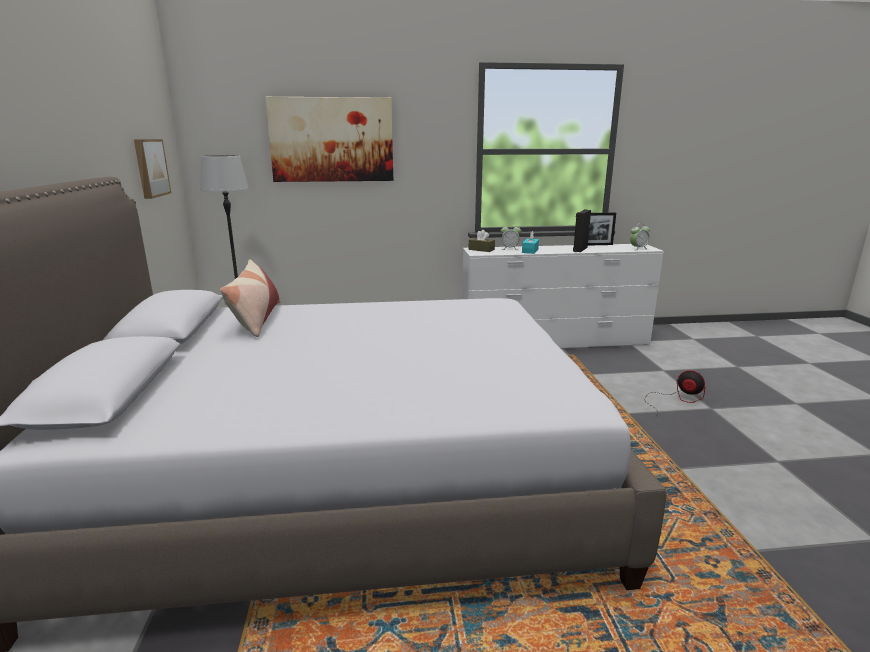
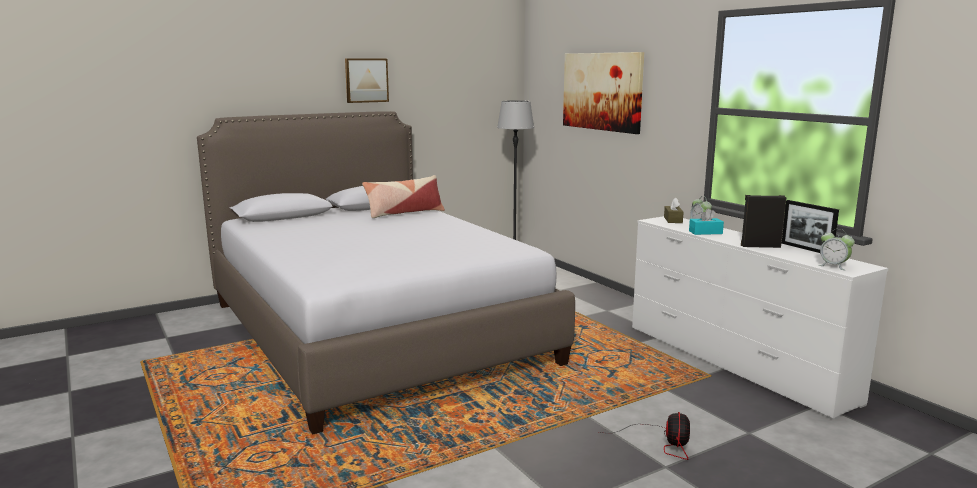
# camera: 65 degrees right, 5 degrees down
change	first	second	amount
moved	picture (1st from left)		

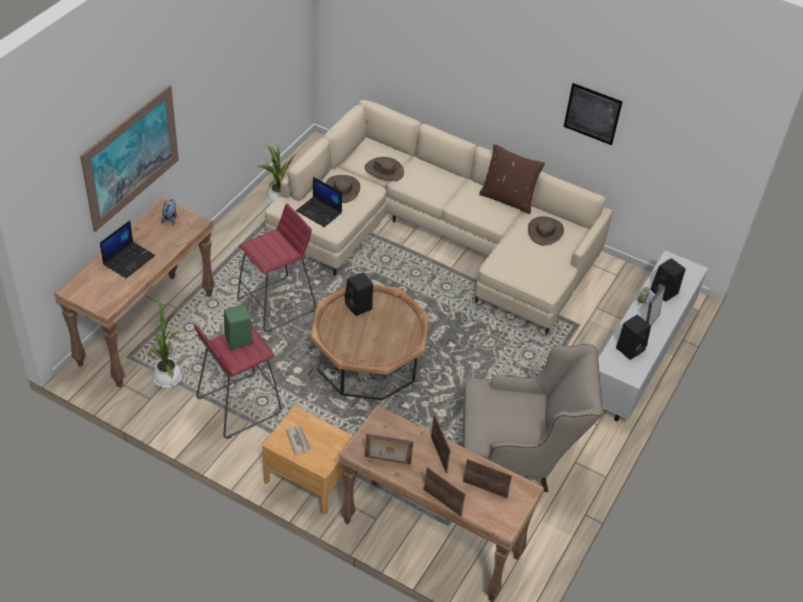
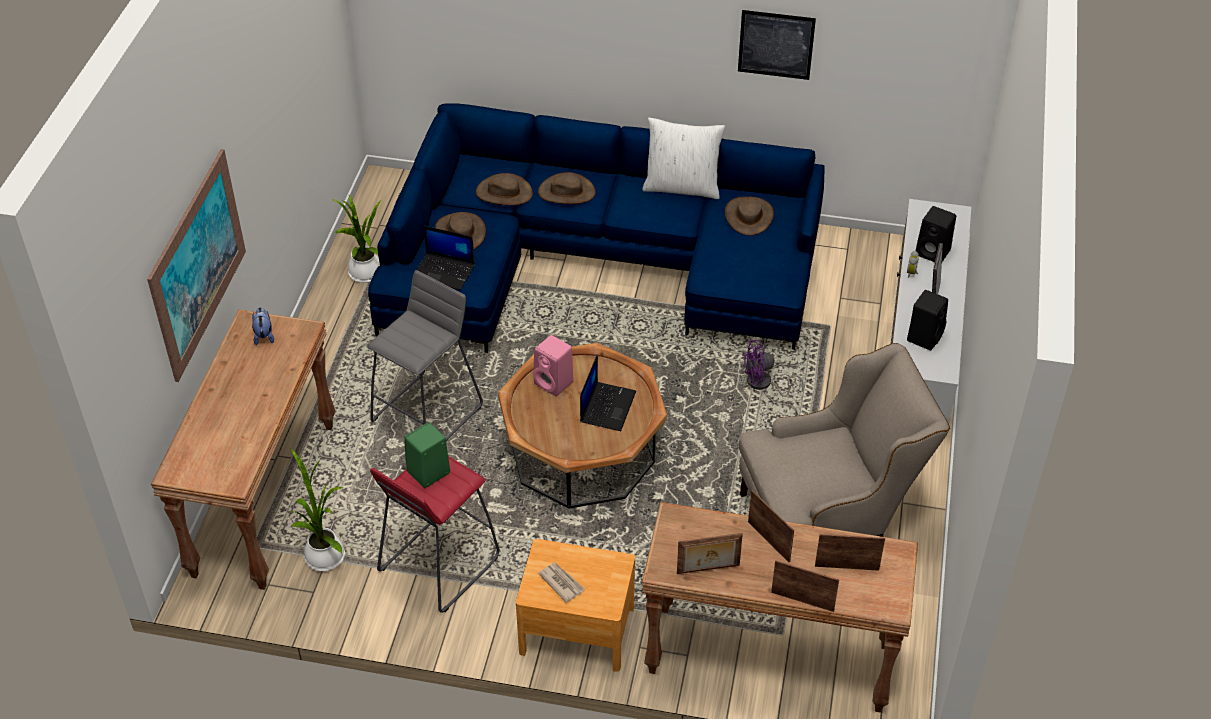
# camera: 15 degrees left, 0 degrees up
change	first	second	amount
recoloured	beige-coloured sofa	blue sofa	
recoloured	brown throw pillow	whitish throw pillow	
recoloured	red-coloured stool (2nd from left)	greyish stool	
moved	portable computer (1st from left in the first image)	portable computer (2nd from left)	
recoloured	black-coloured loudspeaker (1st from left)	pink loudspeaker	
added		brown hat (3rd from left)	
added		purple-coloured fan	

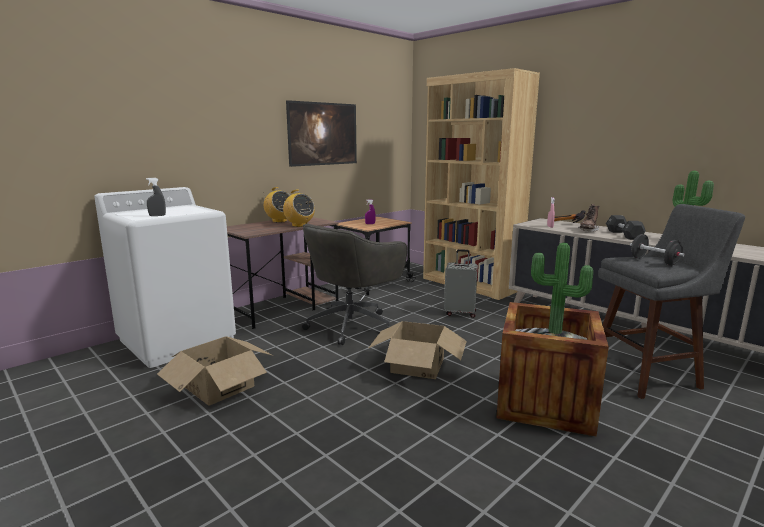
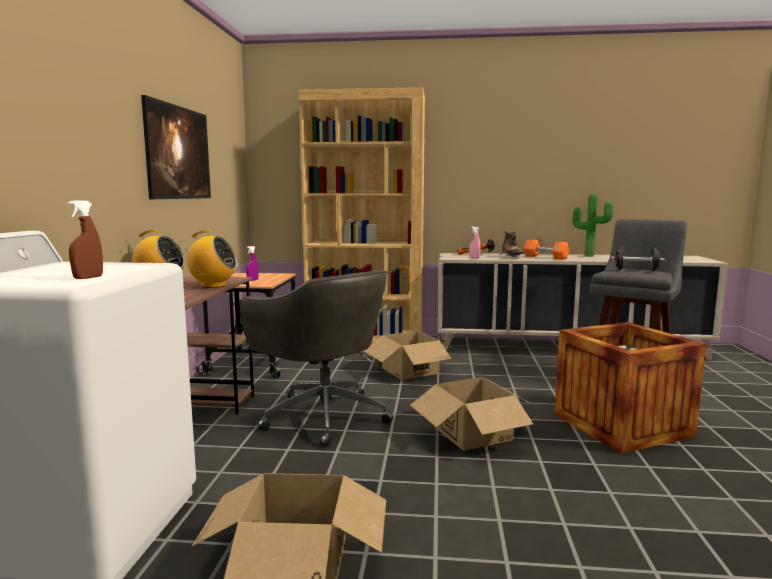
# camera: 40 degrees left, 5 degrees down
change	first	second	amount
recoloured	greyish hand sprayer	brown hand sprayer	
recoloured	black-coloured dumbbell (1st from left)	orange dumbbell	
turned	greyish desk chair		45 degrees counterclockwise
removed	plant in a pot (1st from left)		
replaced	greyish piece of luggage	carton (2nd from left)	

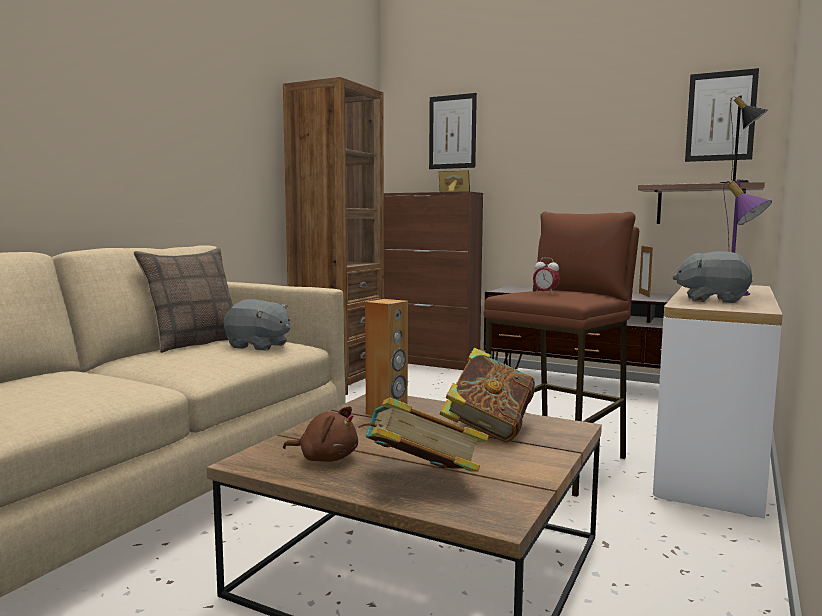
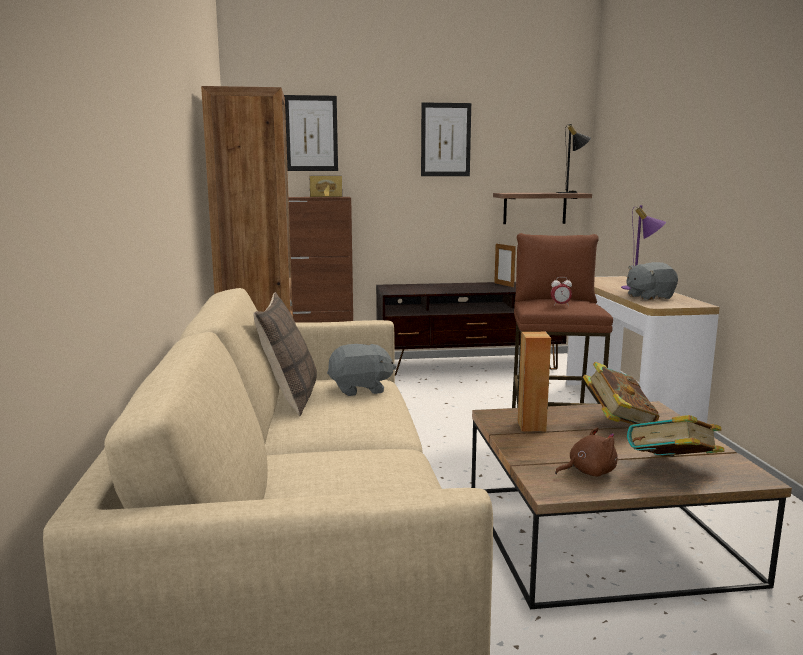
# camera: 35 degrees left, 5 degrees up
change	first	second	amount
moved	picture (2nd from left)		

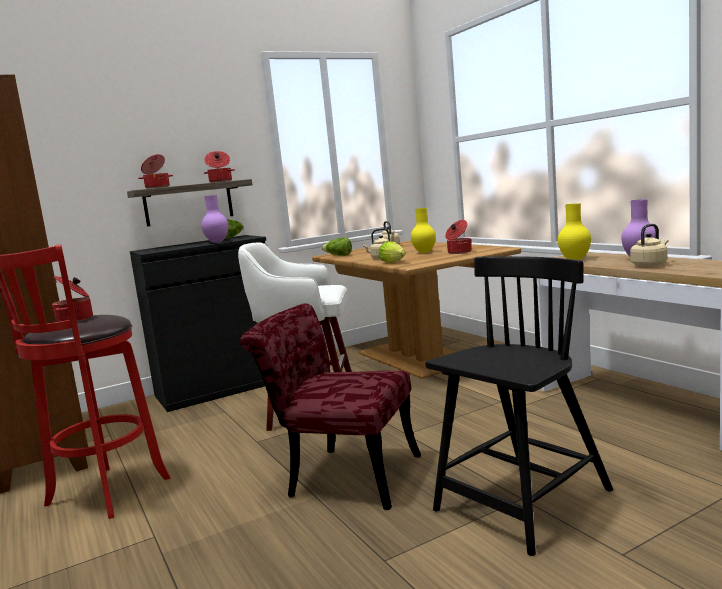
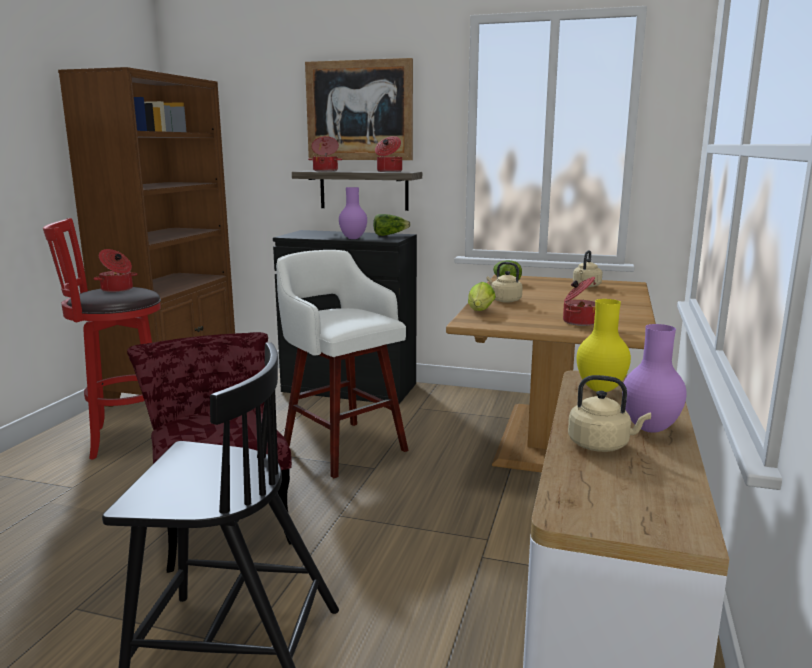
# camera: 45 degrees right, 5 degrees up
change	first	second	amount
removed	yellow decorative vase (1st from left)		
added		picture	

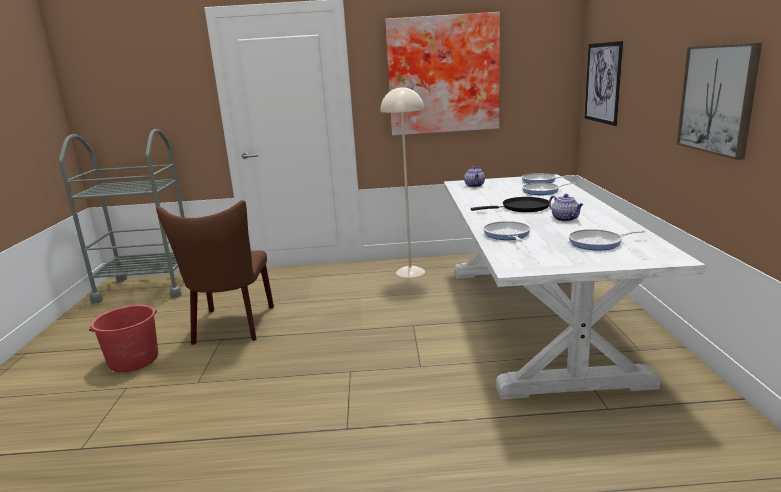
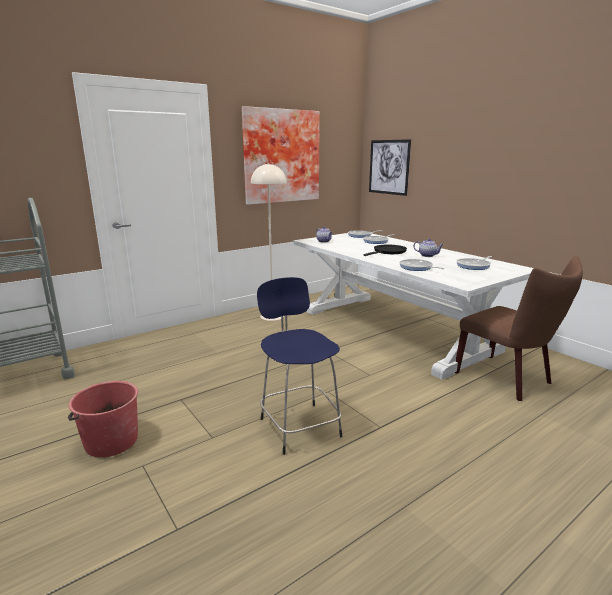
# camera: 35 degrees left, 0 degrees up
change	first	second	amount
removed	picture (3rd from left)		
moved	brown chair		
added		blue stool	

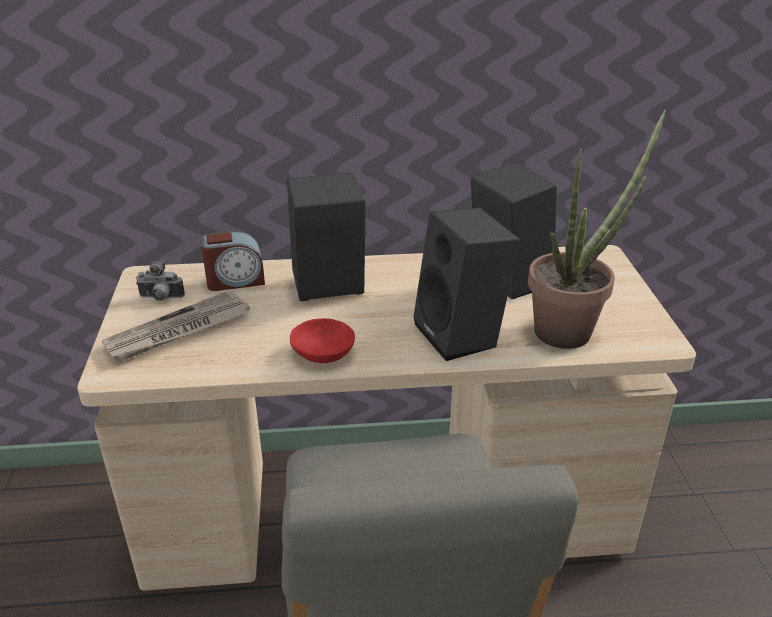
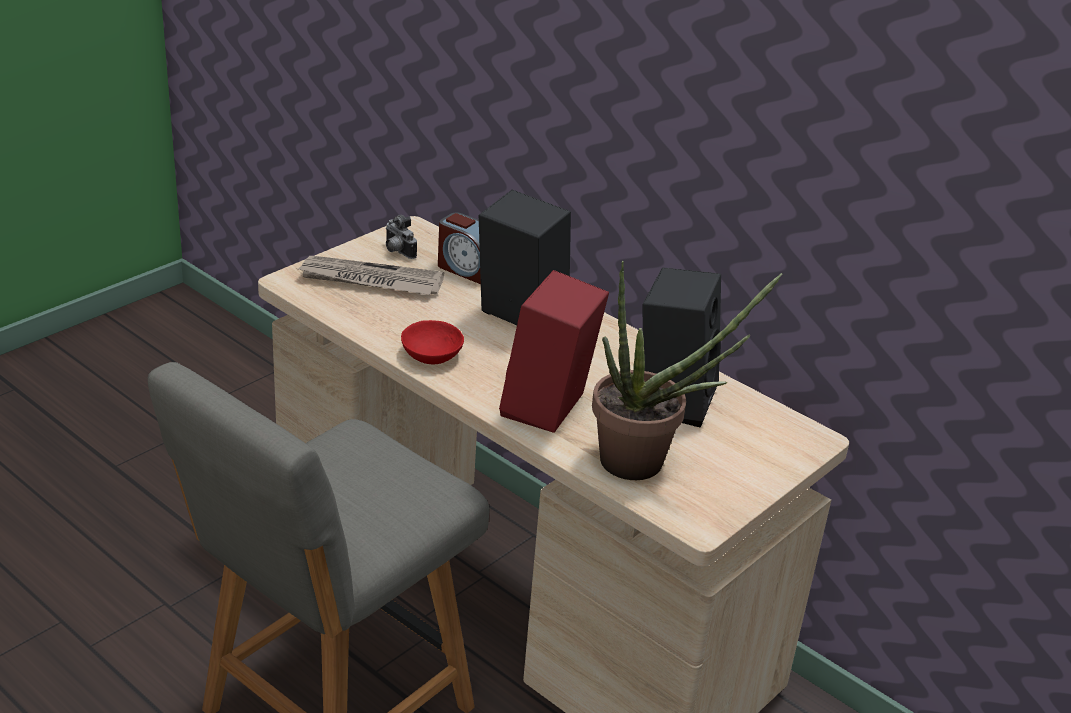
# camera: 45 degrees right, 0 degrees up
change	first	second	amount
recoloured	black-coloured loudspeaker (2nd from left)	red-coloured loudspeaker	

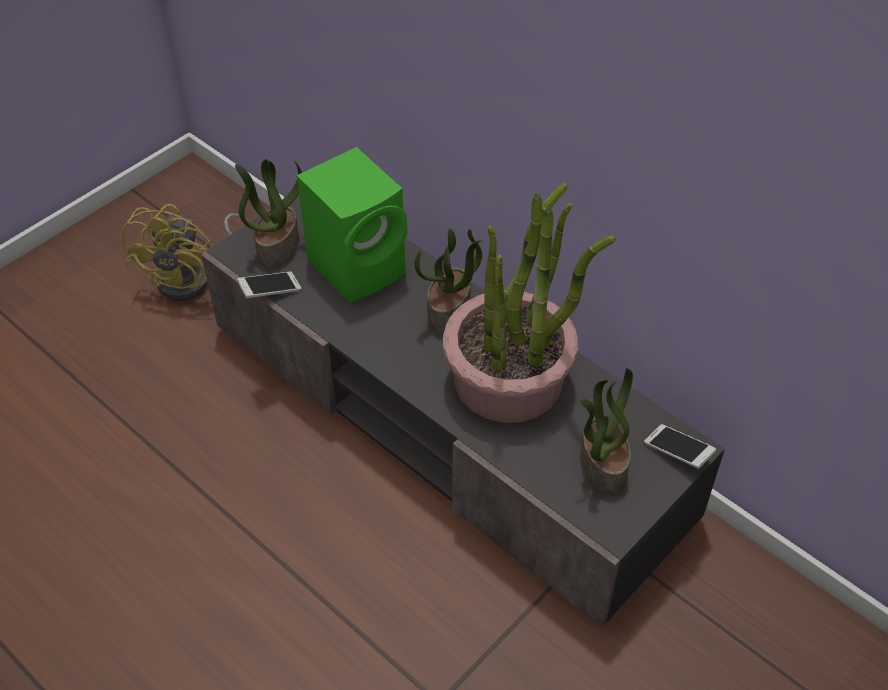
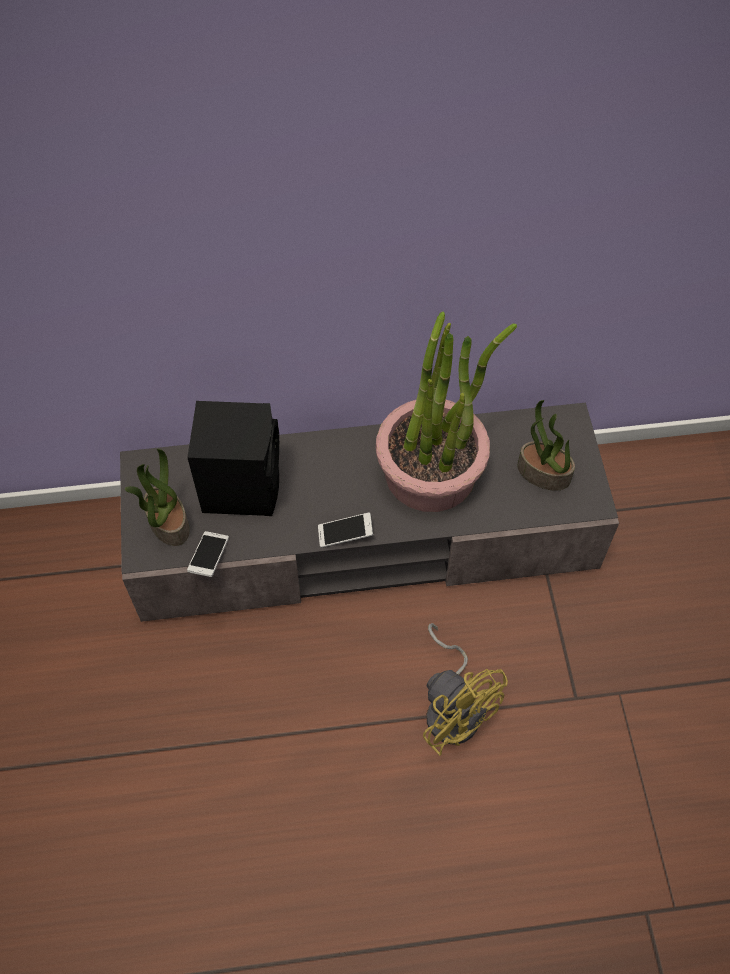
# camera: 50 degrees left, 10 degrees up
change	first	second	amount
recoloured	green-coloured loudspeaker	black-coloured loudspeaker	
moved	yellow fan		
removed	plant in a pot (2nd from left)		
moved	phone (2nd from left)		

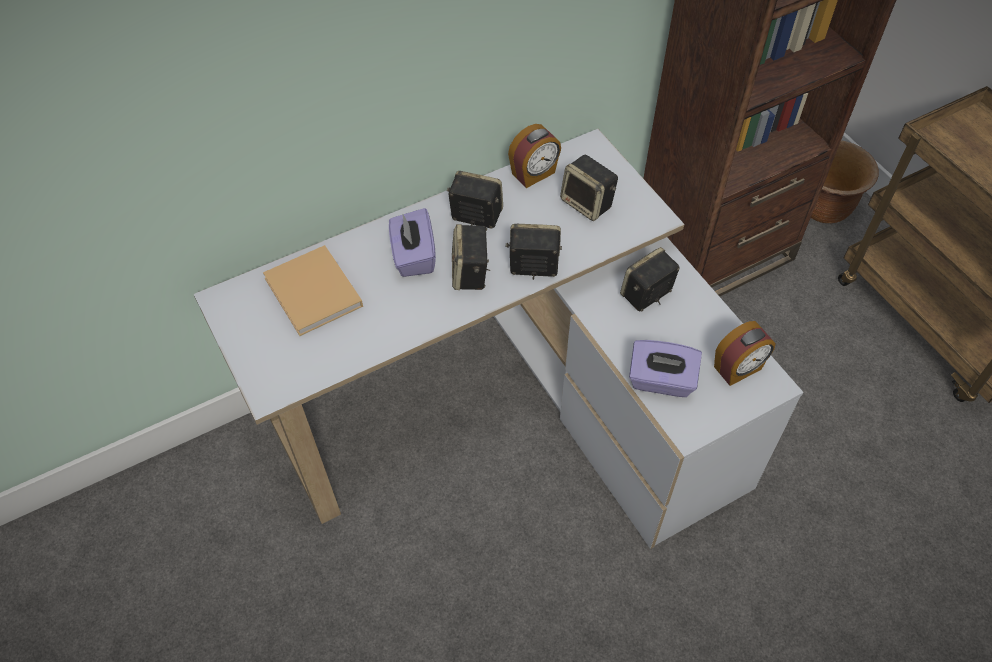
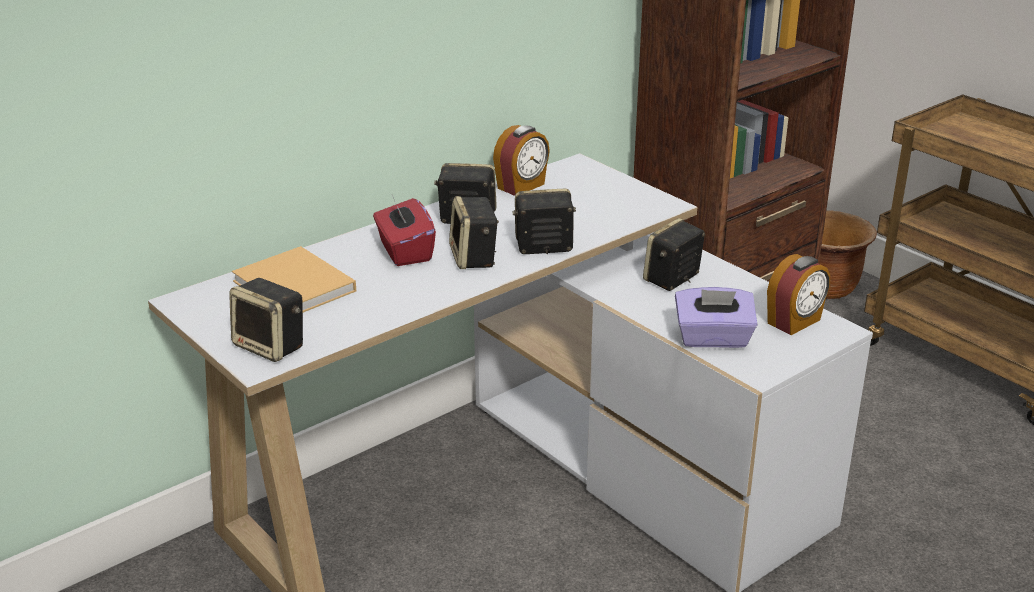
# camera: 10 degrees left, 25 degrees down
change	first	second	amount
moved	loudspeaker (4th from left in the first image)	loudspeaker (1st from left)	
recoloured	purple-coloured box of tissues (1st from left)	red-coloured box of tissues	

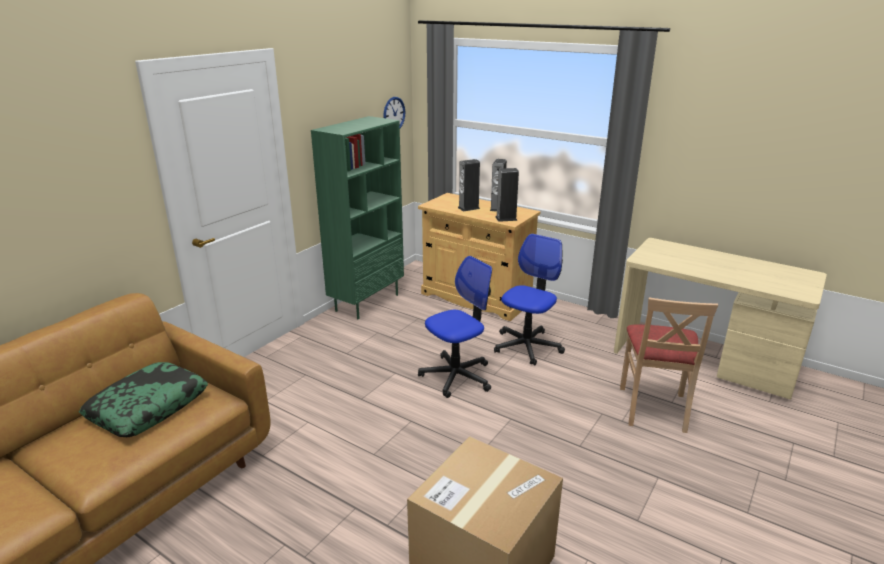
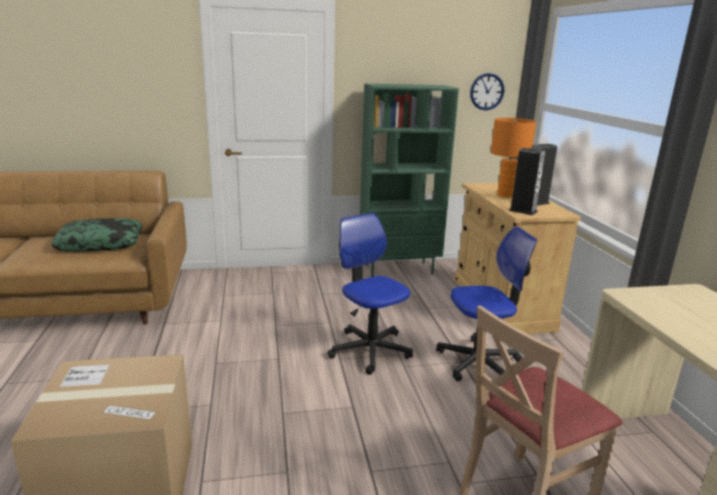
# camera: 45 degrees right, 5 degrees down
change	first	second	amount
replaced	loudspeaker (1st from left)	orange lamp for a table	
turned	desk chair (1st from left)		135 degrees counterclockwise

